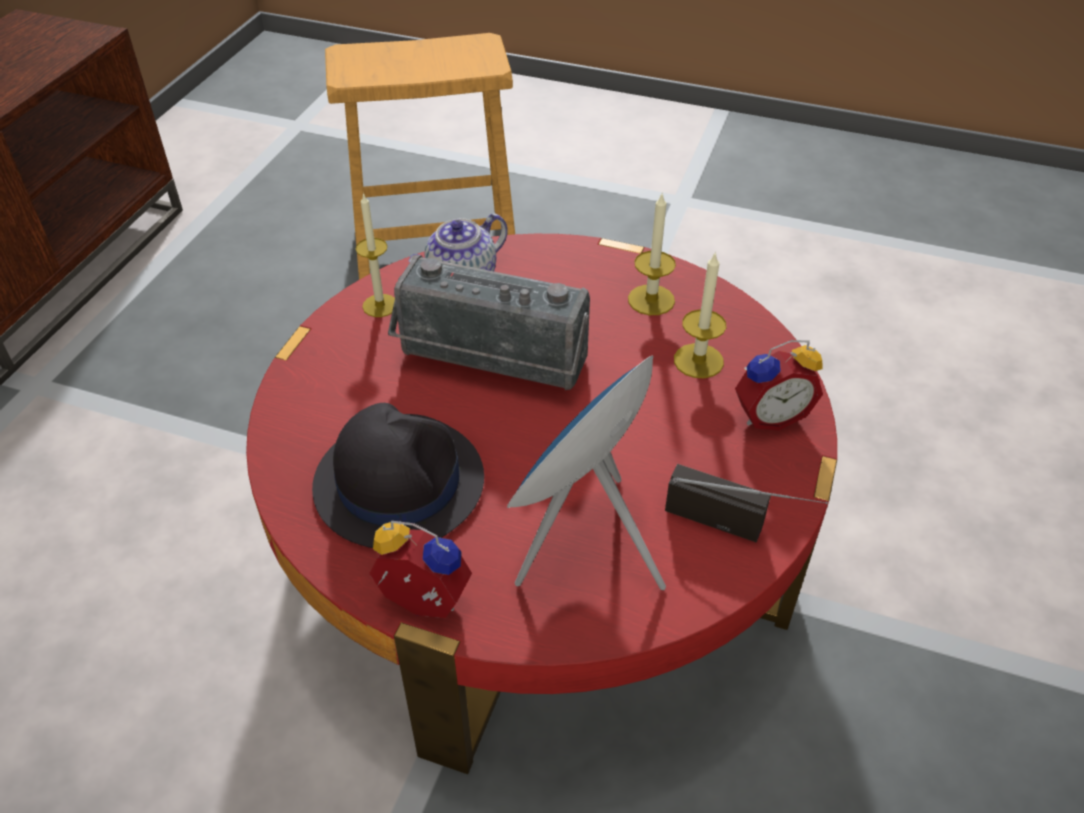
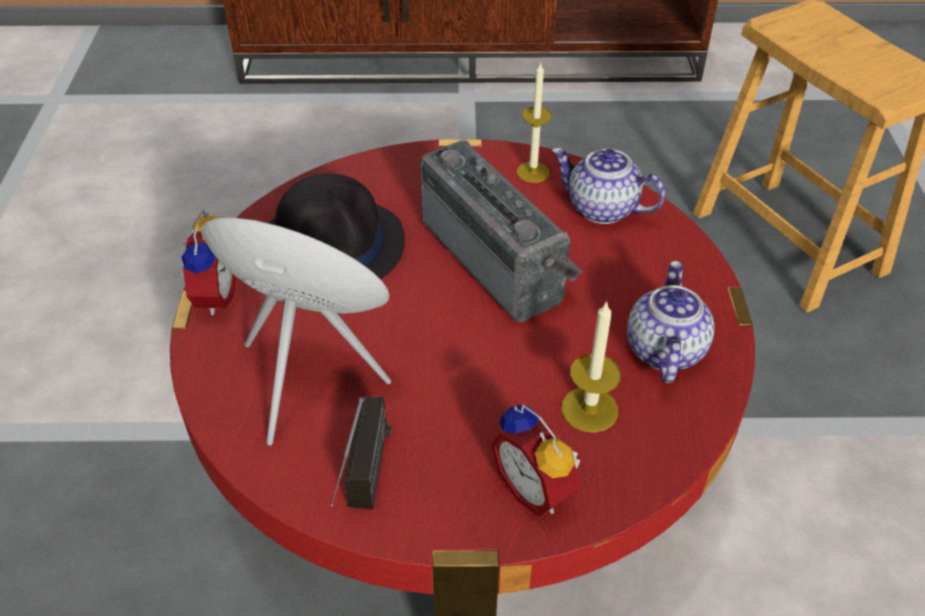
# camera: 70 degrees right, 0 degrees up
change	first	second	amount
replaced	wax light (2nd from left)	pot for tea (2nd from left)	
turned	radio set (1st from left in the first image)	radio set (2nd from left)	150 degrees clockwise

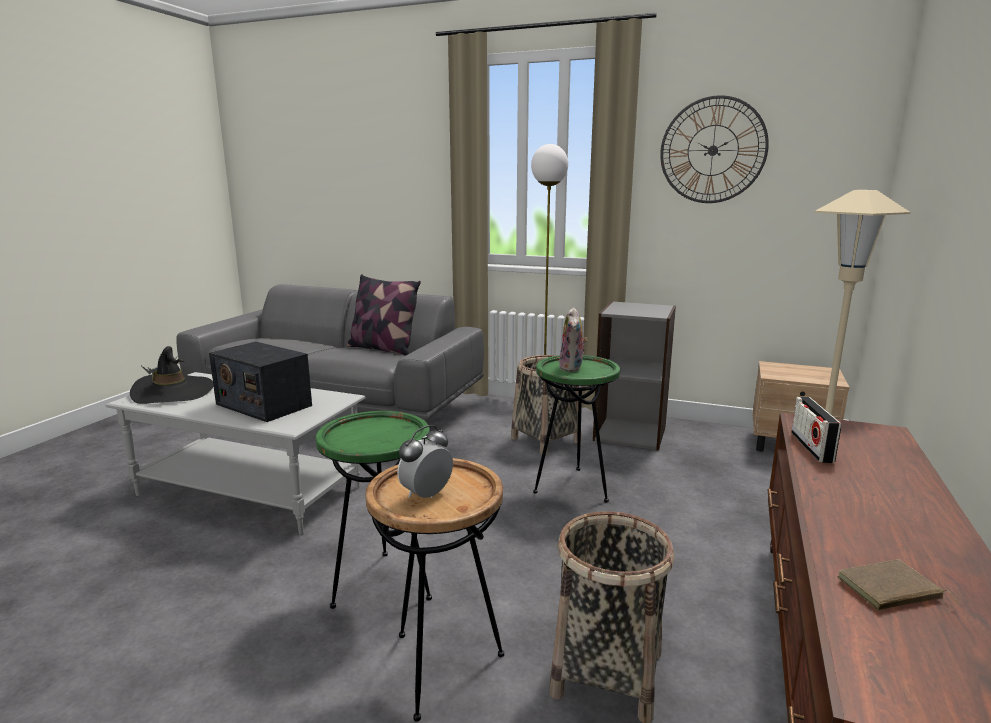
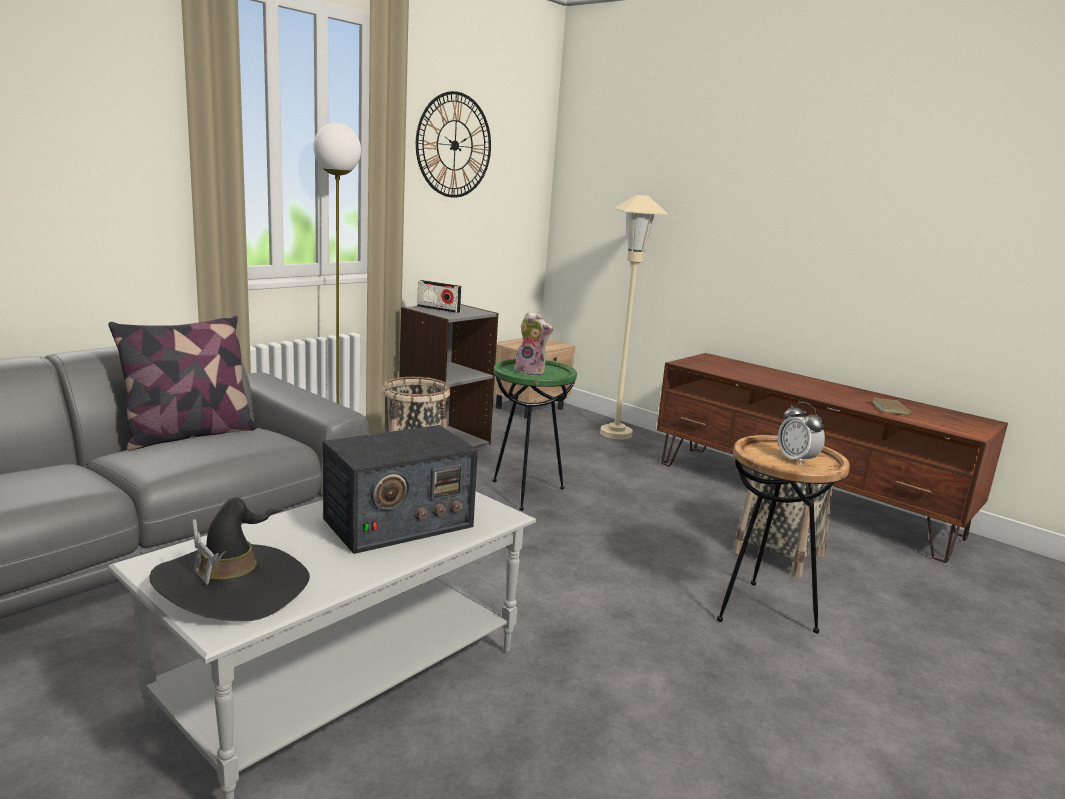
# camera: 70 degrees left, 0 degrees up
change	first	second	amount
moved	radio set (2nd from left)		
removed	green-coloured side table (1st from left)		

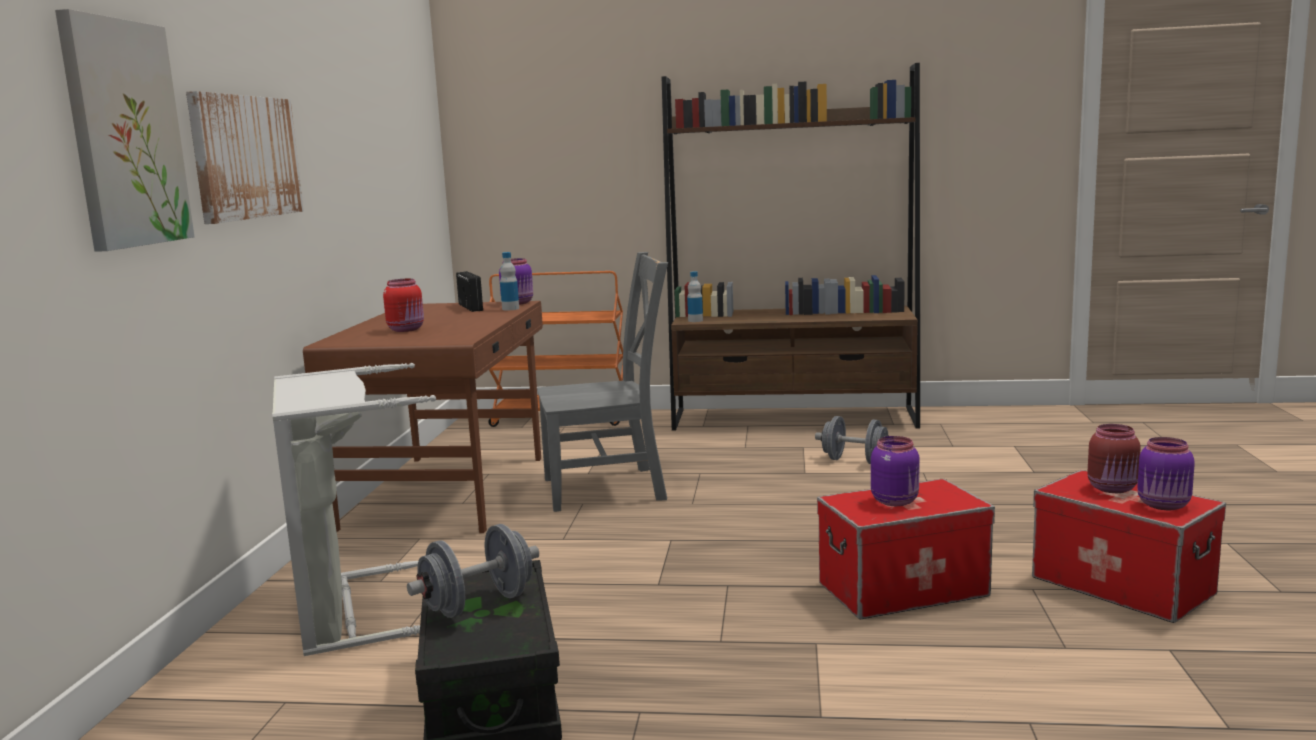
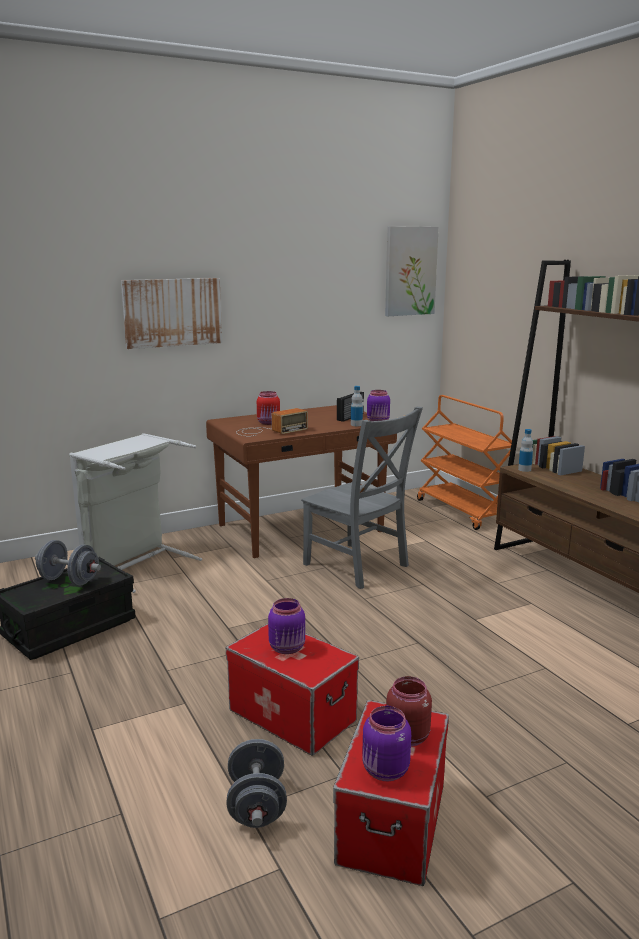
# camera: 55 degrees right, 5 degrees up
change	first	second	amount
moved	picture (1st from left in the first image)	picture (2nd from left)	
moved	greyish dumbbell (2nd from left)		
added		radio set (1st from left)	

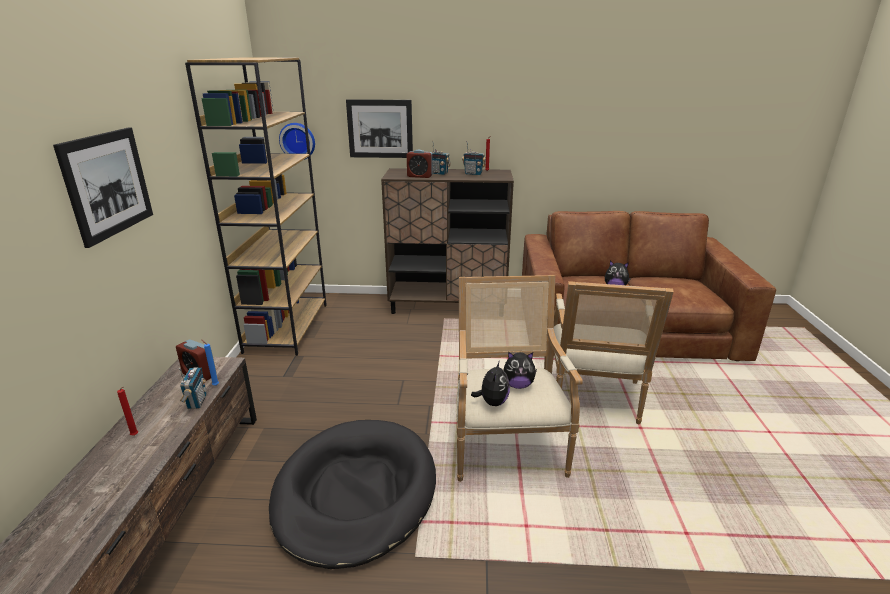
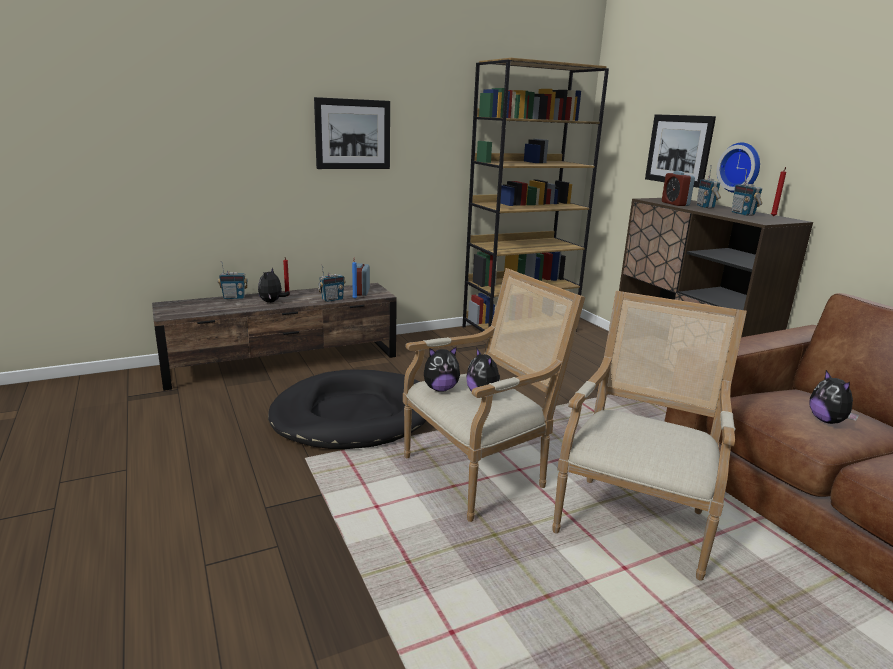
# camera: 60 degrees right, 5 degrees down
change	first	second	amount
moved	wall clock		
turned	easy chair (2nd from left)		135 degrees clockwise
added		radio set (1st from left)	
added		soft toy (1st from left)	

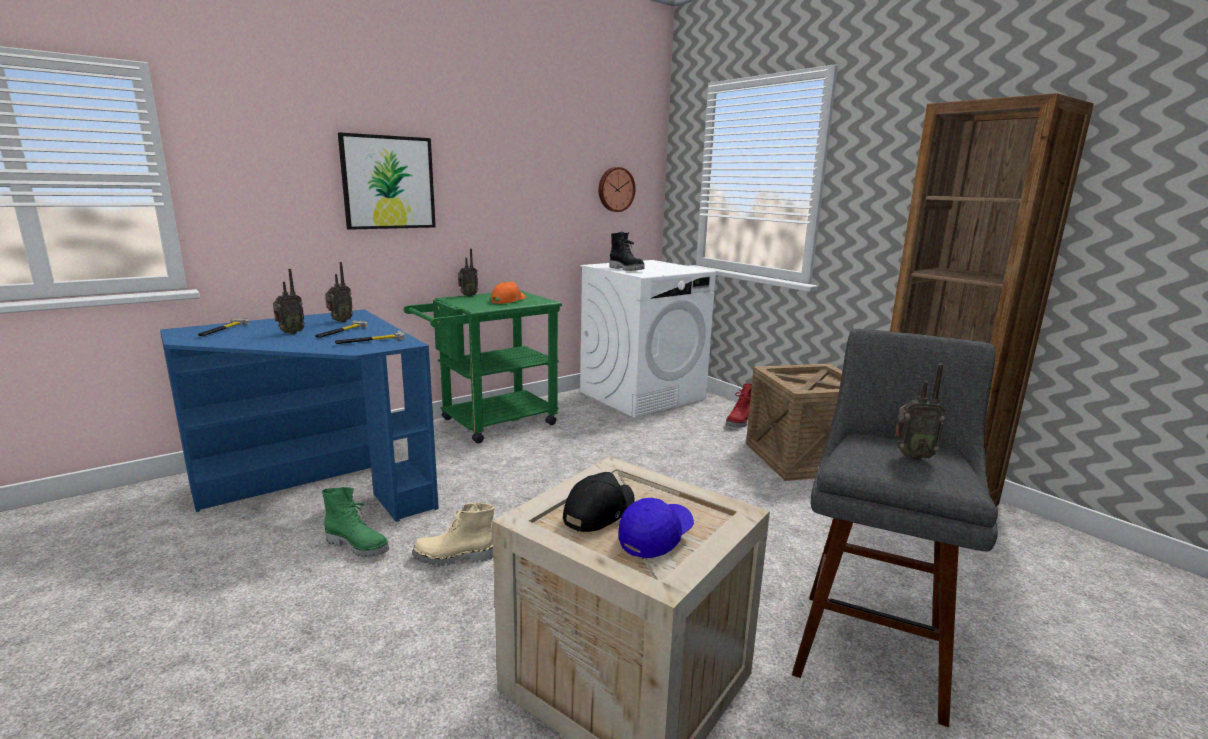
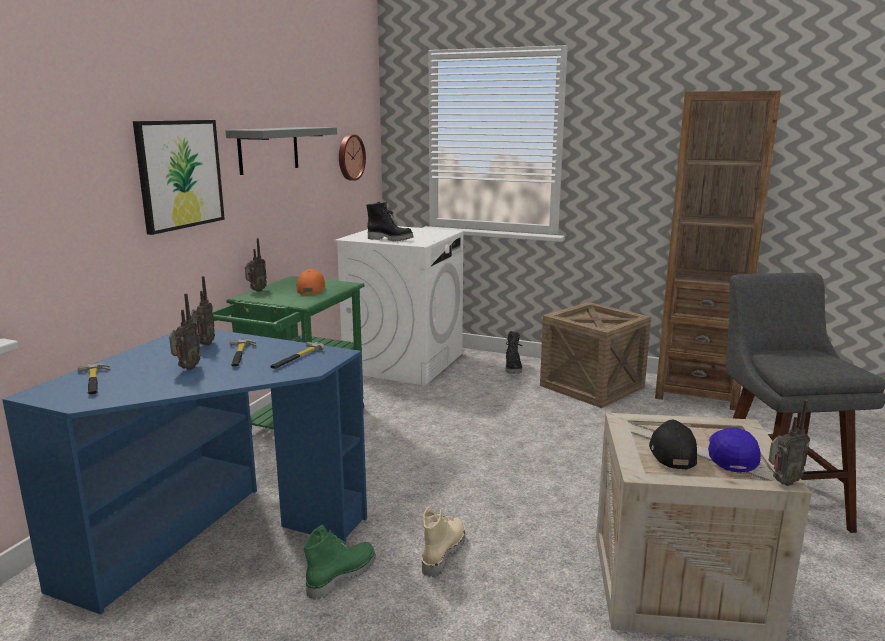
# camera: 30 degrees left, 0 degrees up
change	first	second	amount
moved	radio set (4th from left)		
recoloured	red-coloured tall boot	black-coloured tall boot (2nd from left)	
turned	green-coloured tall boot		45 degrees counterclockwise
turned	beige-coloured tall boot		150 degrees clockwise
added		greyish wall shelf	

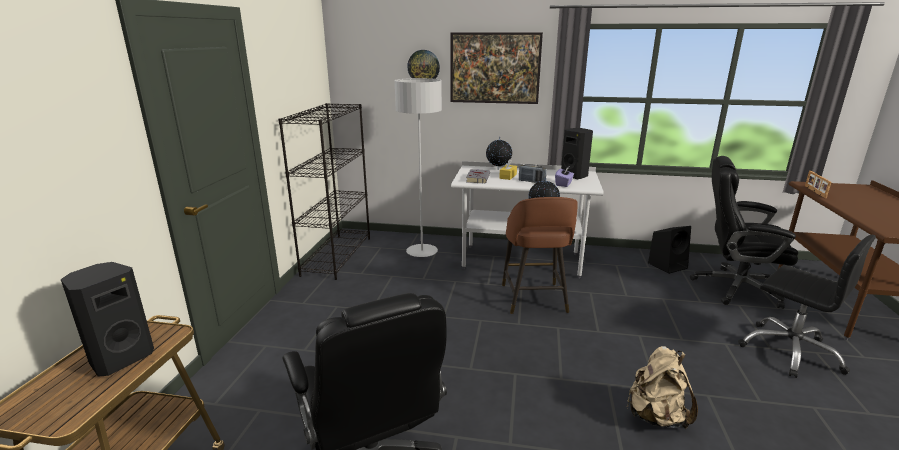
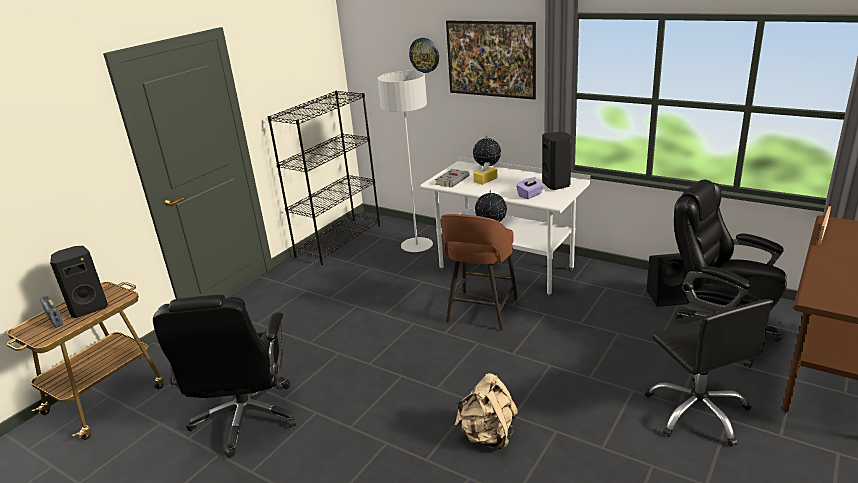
# camera: 25 degrees right, 5 degrees up
change	first	second	amount
moved	radio set		

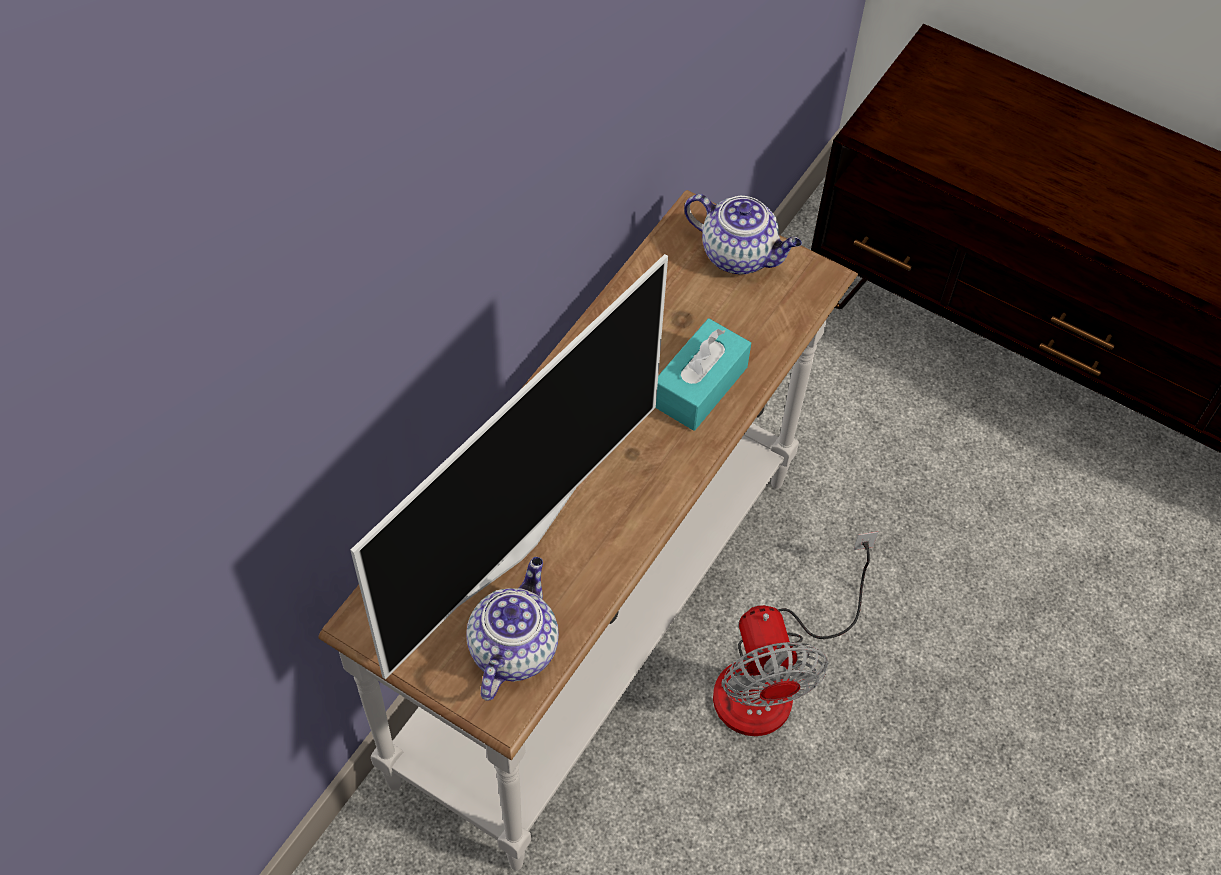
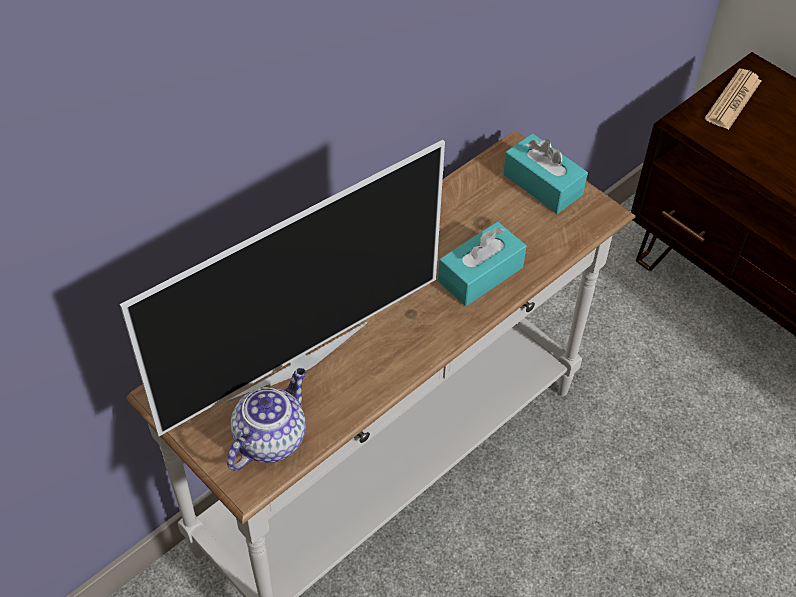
# camera: 15 degrees right, 5 degrees down
change	first	second	amount
replaced	pot for tea (2nd from left)	turquoise-coloured box of tissues (2nd from left)	
removed	fan		
added		newspaper	

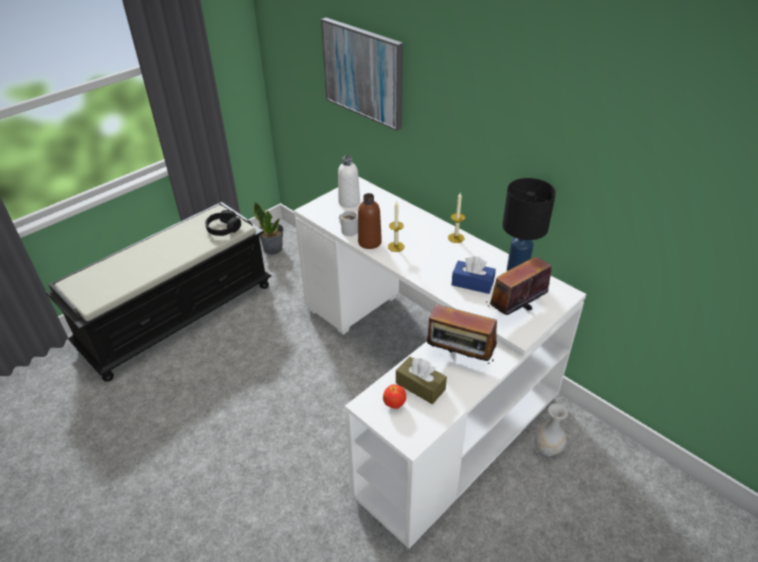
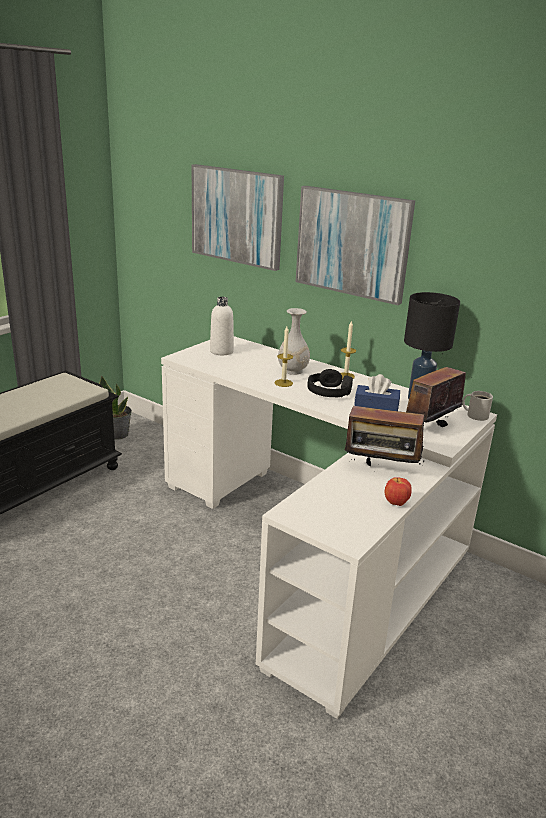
# camera: 10 degrees left, 15 degrees down
change	first	second	amount
removed	brown beverage bottle		
moved	black-coloured pair of headphones		
moved	whitish coffee mug		
removed	brown box of tissues		
moved	apple fruit		
moved	whitish decorative vase		
added		picture (2nd from left)	

